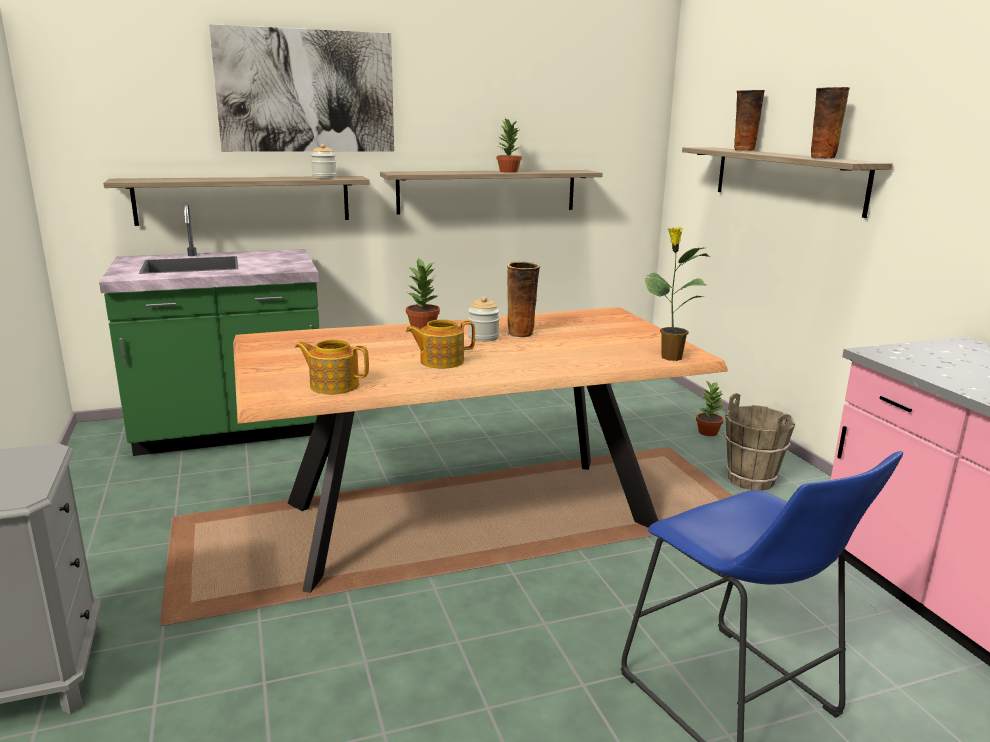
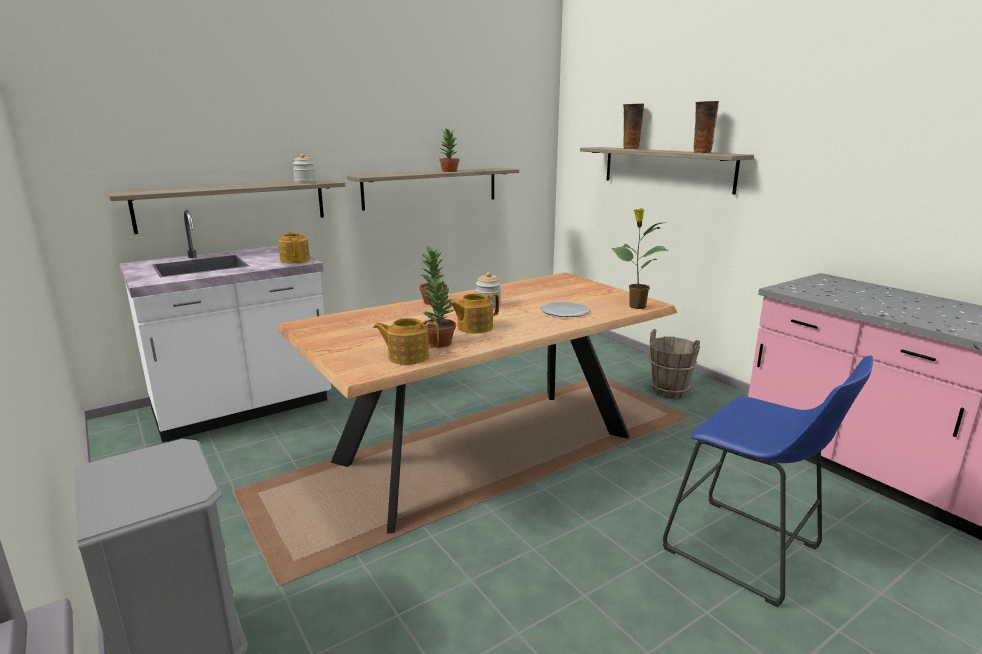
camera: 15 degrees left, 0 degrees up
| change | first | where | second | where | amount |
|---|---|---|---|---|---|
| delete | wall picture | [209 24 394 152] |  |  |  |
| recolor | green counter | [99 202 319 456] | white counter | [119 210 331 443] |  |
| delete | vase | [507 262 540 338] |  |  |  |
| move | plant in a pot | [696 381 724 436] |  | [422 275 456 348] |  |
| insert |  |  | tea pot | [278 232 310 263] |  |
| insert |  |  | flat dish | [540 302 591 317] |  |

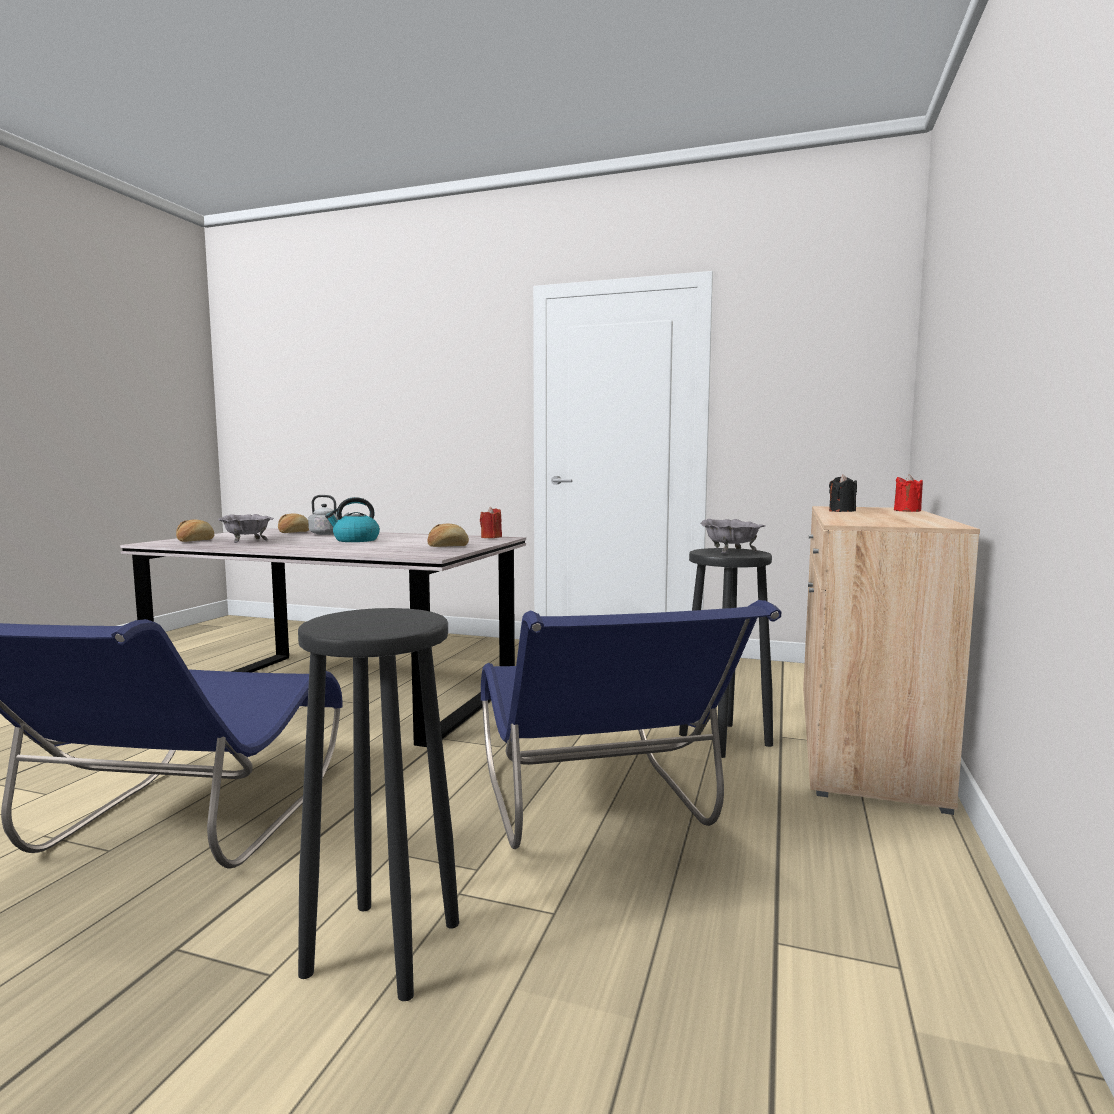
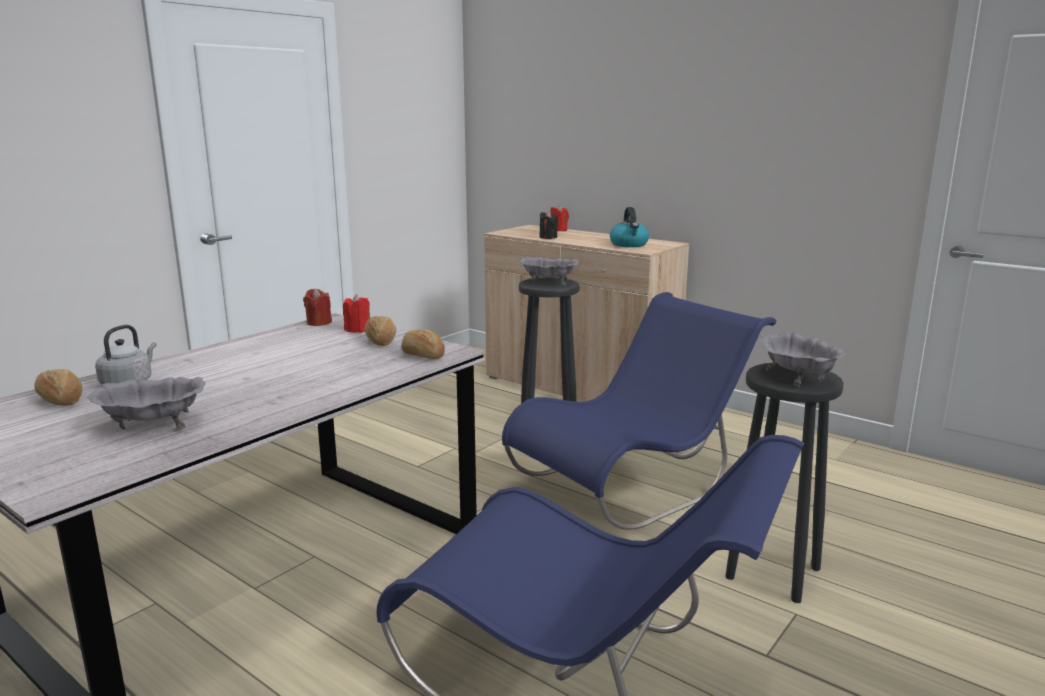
camera: 70 degrees left, 10 degrees up
| change | first | where | second | where | amount |
|---|---|---|---|---|---|
| move | tea kettle | [325 497 380 542] |  | [610 207 649 247] |  |
| move | bakery bread | [176 519 214 542] |  | [401 329 445 359] |  |
| rotate | blue upright chair | [481 600 781 849] |  | [502 292 776 530] | 45 degrees counterclockwise |
| insert |  |  | reddish wax candle | [343 294 370 333] |  |
| insert |  |  | gray serving bowl | [760 332 846 387] |  |

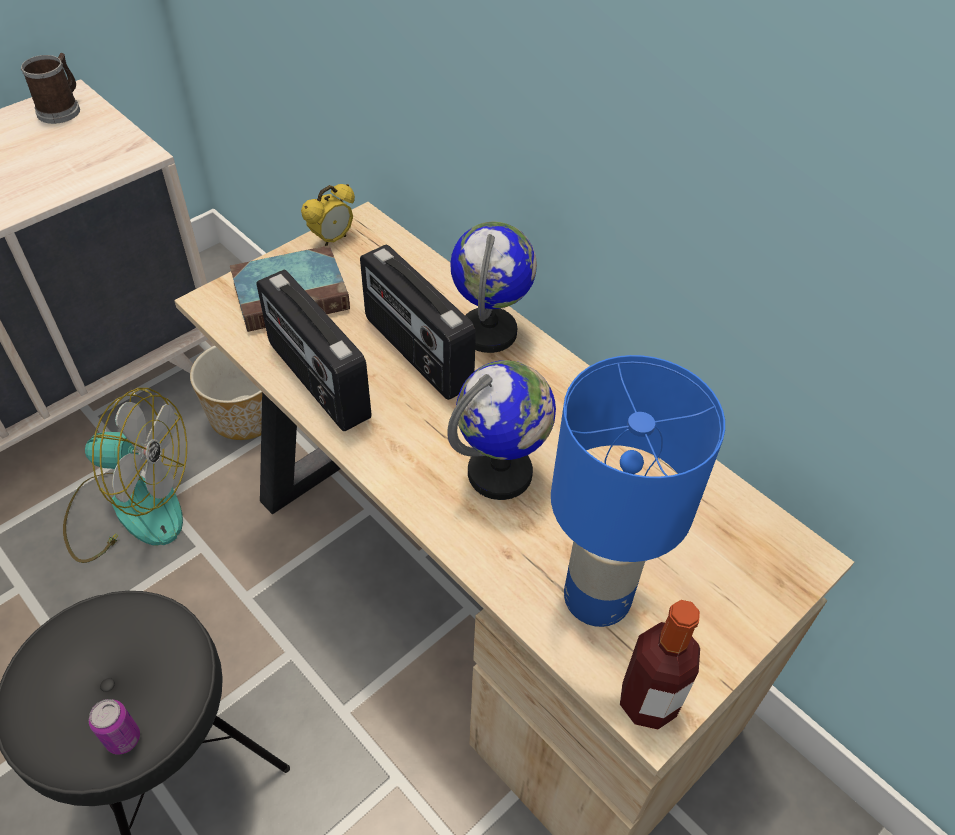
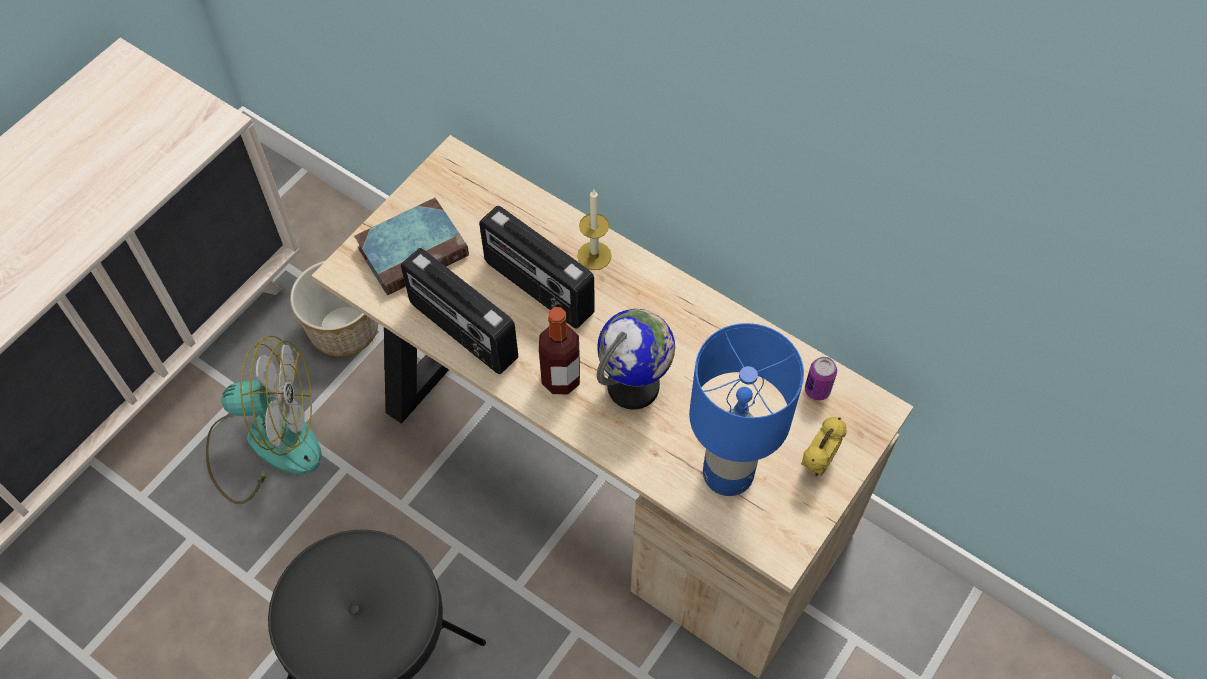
camera: 10 degrees left, 10 degrees up
| change | first | where | second | where | amount |
|---|---|---|---|---|---|
| delete | coffee mug | [21 53 80 124] |  |  |  |
| move | alarm clock | [301 184 355 246] |  | [801 417 847 476] |  |
| replace | desk globe | [450 221 537 353] | wax candle | [577 190 612 270] |  |
| move | drink bottle | [620 600 700 729] |  | [539 307 580 394] |  |
| move | can | [89 699 140 755] |  | [805 357 837 400] |  |

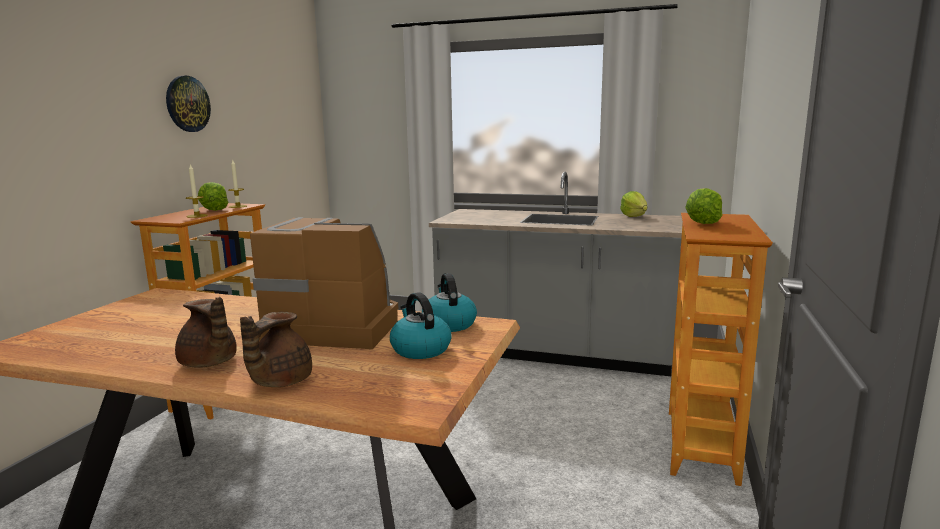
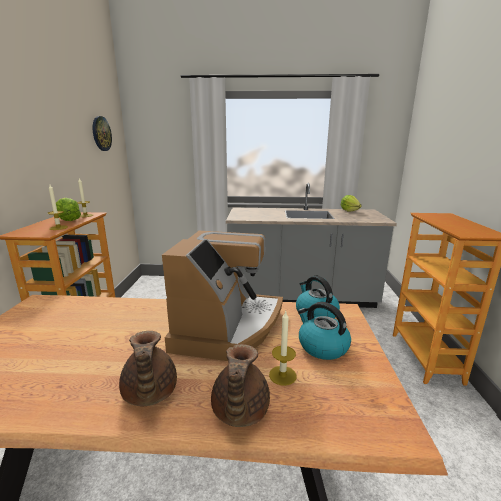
camera: 15 degrees left, 5 degrees up
| change | first | where | second | where | amount |
|---|---|---|---|---|---|
| move | wall clock | [166 76 211 132] |  | [93 116 112 151] |  |
| delete | lettuce | [685 188 722 224] |  |  |  |
| rotate | coffee machine | [250 217 398 349] |  | [162 231 283 361] | 105 degrees clockwise |
| rotate | brown tea pot | [175 297 237 368] |  | [119 331 177 406] | 45 degrees clockwise |
| insert |  |  | wax candle | [269 311 296 386] |  |

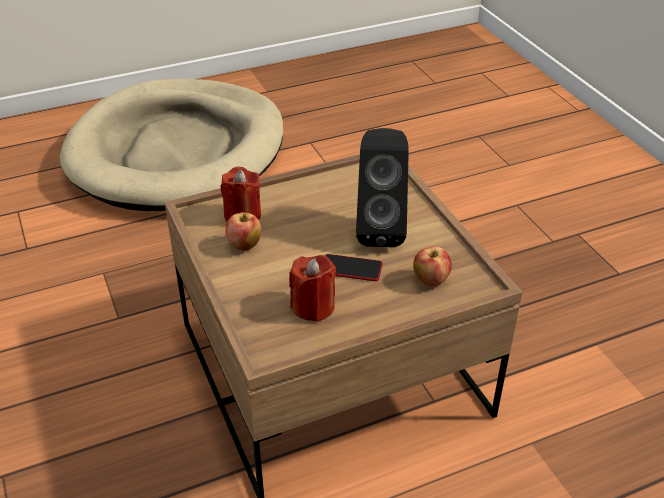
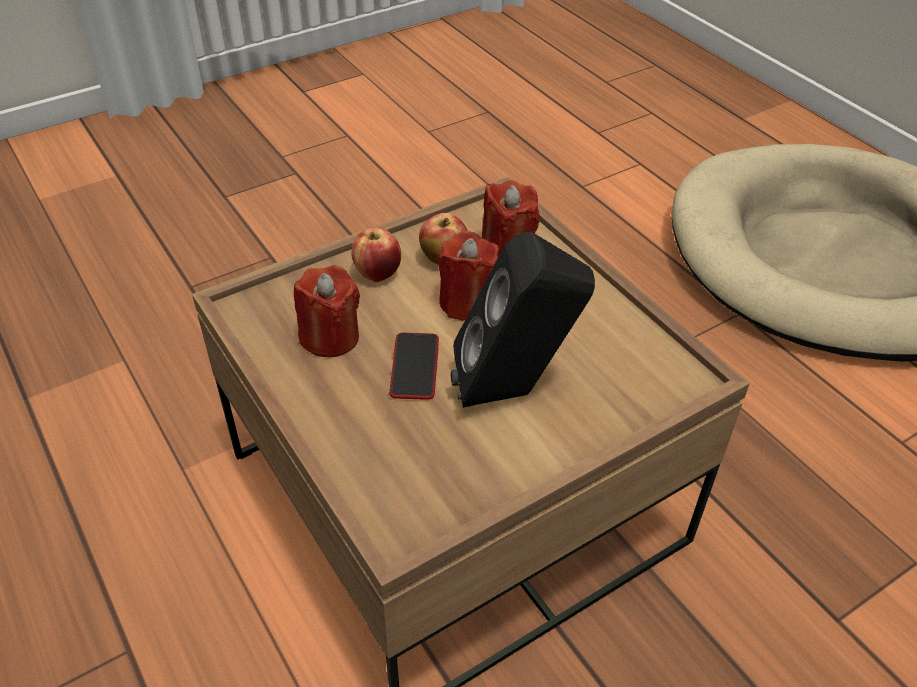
camera: 80 degrees right, 5 degrees up
| change | first | where | second | where | amount |
|---|---|---|---|---|---|
| move | apple | [413 246 452 287] |  | [351 227 401 282] |  |
| insert |  |  | reddish wax candle | [438 231 499 320] |  |

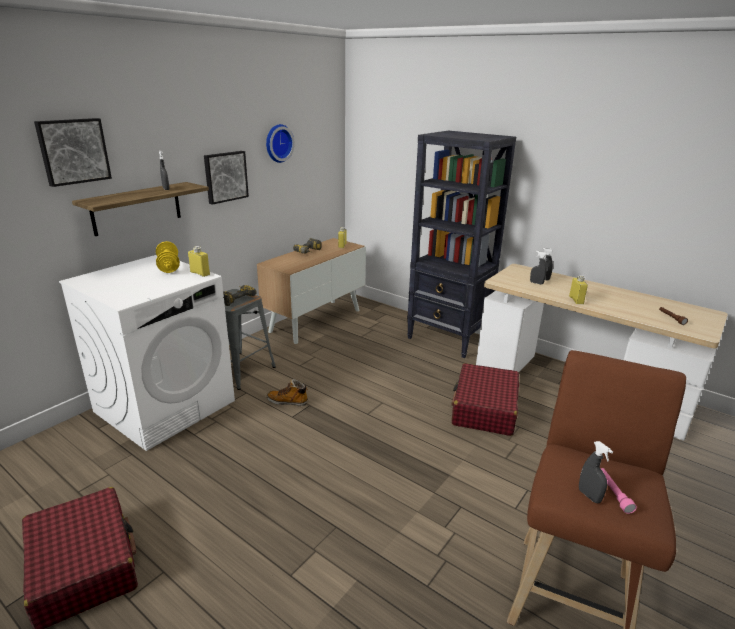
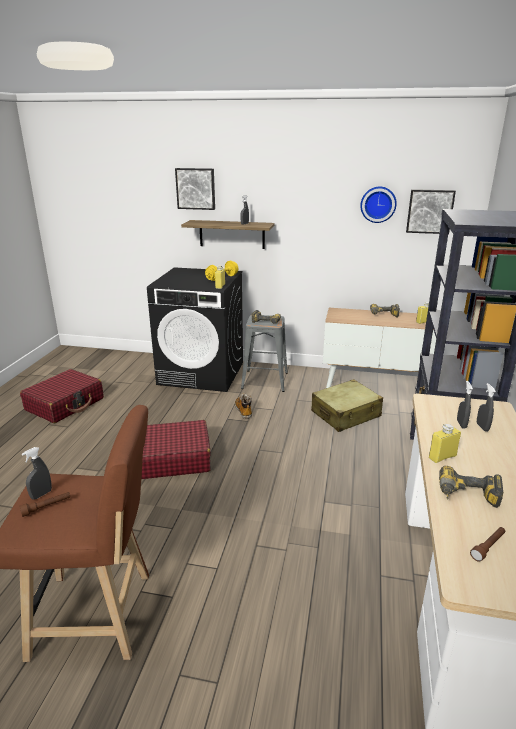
camera: 65 degrees right, 0 degrees up
| change | first | where | second | where | amount |
|---|---|---|---|---|---|
| move | wall picture | [204 151 249 205] |  | [406 189 456 234] |  |
| recolor | white laundry machine | [59 255 235 451] | blackish laundry machine | [147 267 243 392] |  |
| move | reddish suitcase | [451 363 519 436] |  | [141 420 210 479] |  |
| recolor | pink-coloured flashlight | [601 468 637 514] | brown flashlight | [19 492 70 517] |  |
| insert |  |  | beige suitcase | [311 379 383 432] |  |
| insert |  |  | drill | [439 466 503 508] |  |

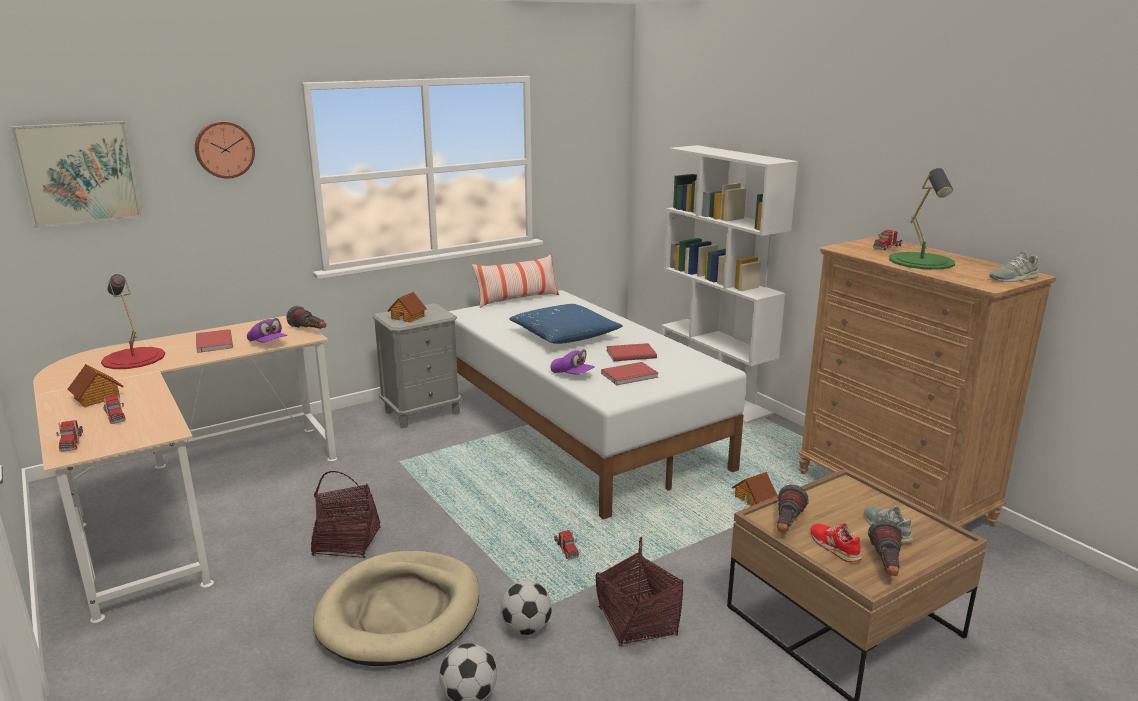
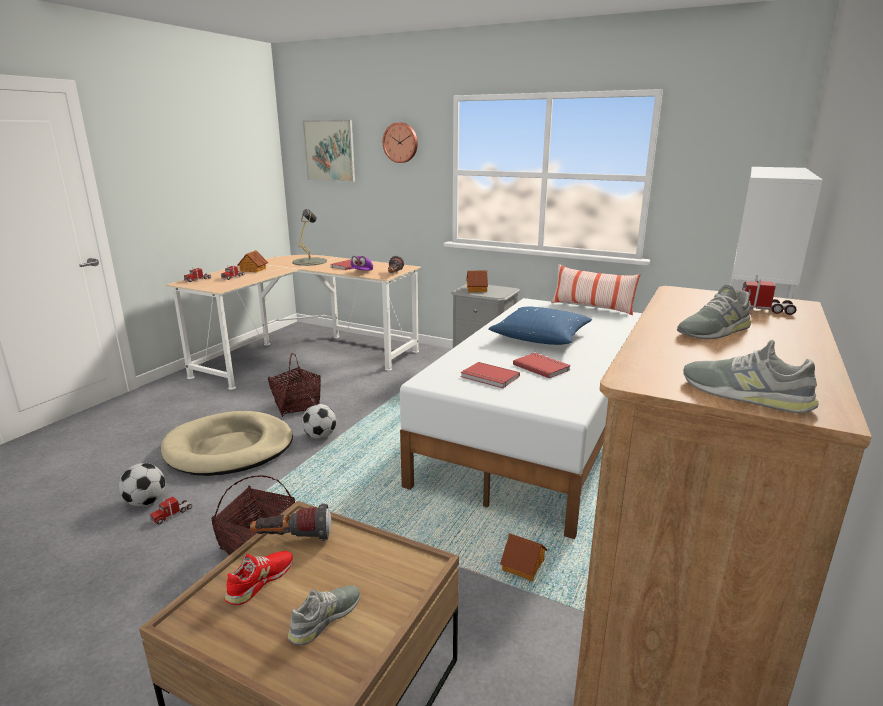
camera: 60 degrees right, 0 degrees up
| change | first | where | second | where | amount |
|---|---|---|---|---|---|
| replace | green table lamp | [889 168 955 270] | gray shoe | [677 284 751 339] |  |
| recolor | reddish table lamp | [101 274 165 369] | gray table lamp | [292 209 327 266] |  |
| delete | purple peaked cap | [550 349 595 375] |  |  |  |
| delete | flashlight | [868 520 903 576] |  |  |  |
| move | toy truck | [554 530 579 560] |  | [150 496 192 525] |  |
| move | football | [501 580 552 635] |  | [302 404 336 439] |  |

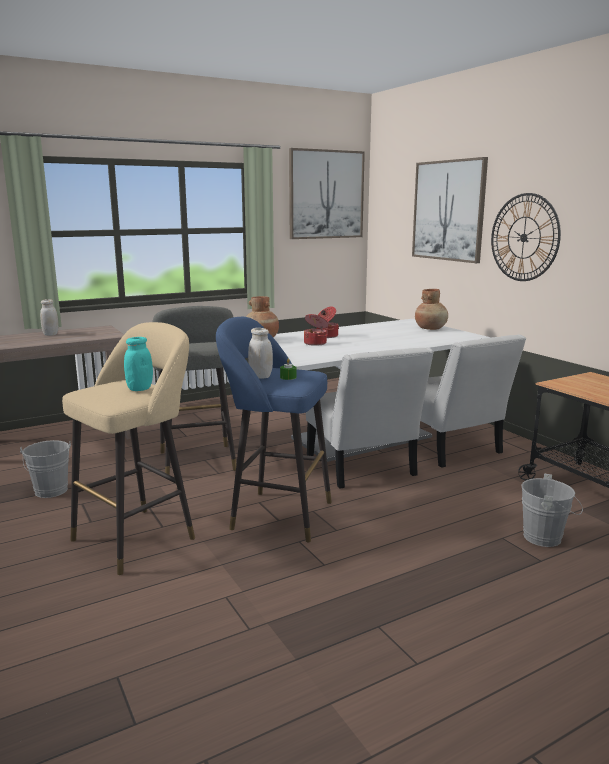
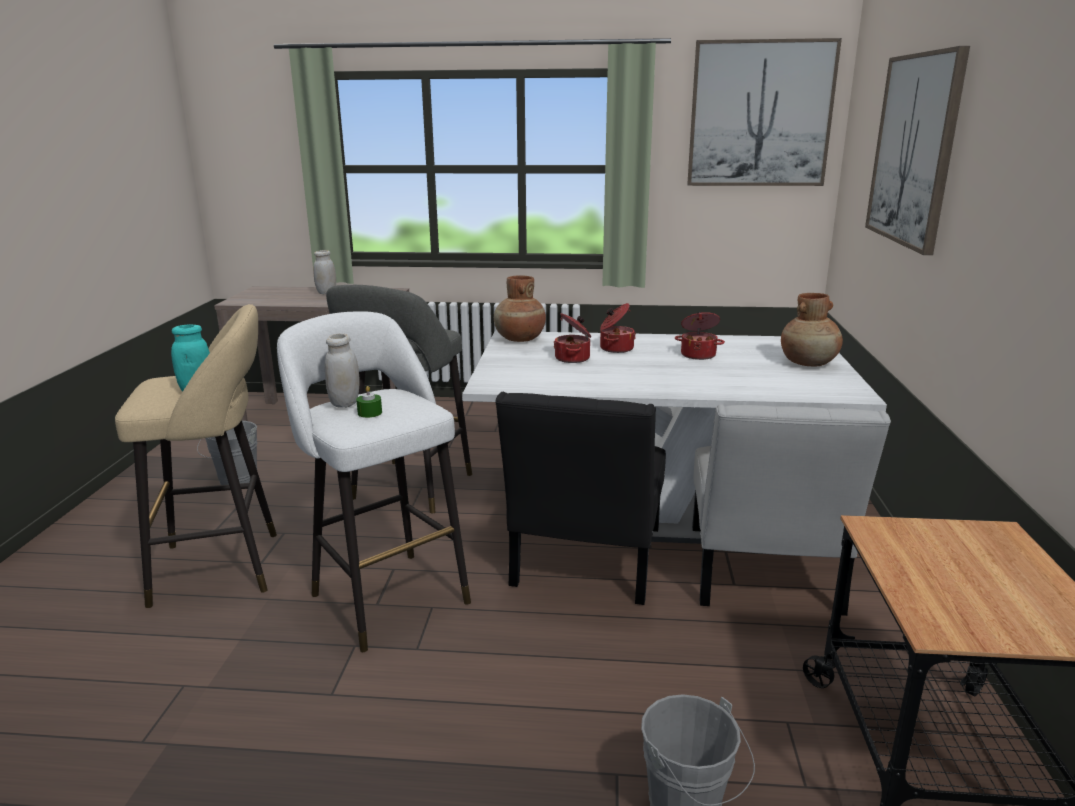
camera: 35 degrees right, 5 degrees up
| change | first | where | second | where | amount |
|---|---|---|---|---|---|
| delete | wall clock | [491 193 561 281] |  |  |  |
| recolor | blue stool | [216 317 332 542] | white stool | [277 311 471 652] |  |
| recolor | white upright chair | [306 347 434 489] | blackish upright chair | [495 392 666 605] |  |
| insert |  |  | saucepot | [675 312 725 360] |  |

